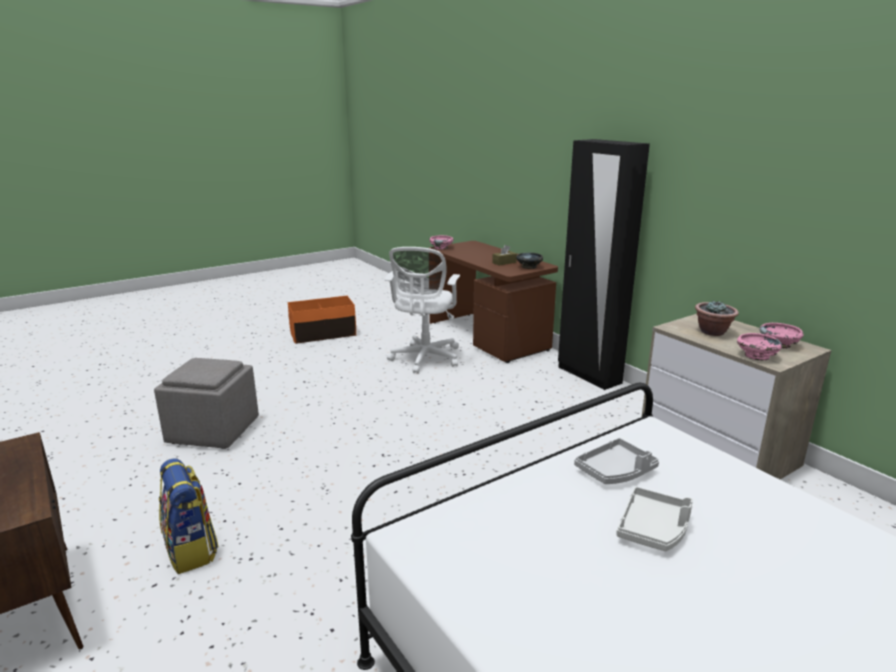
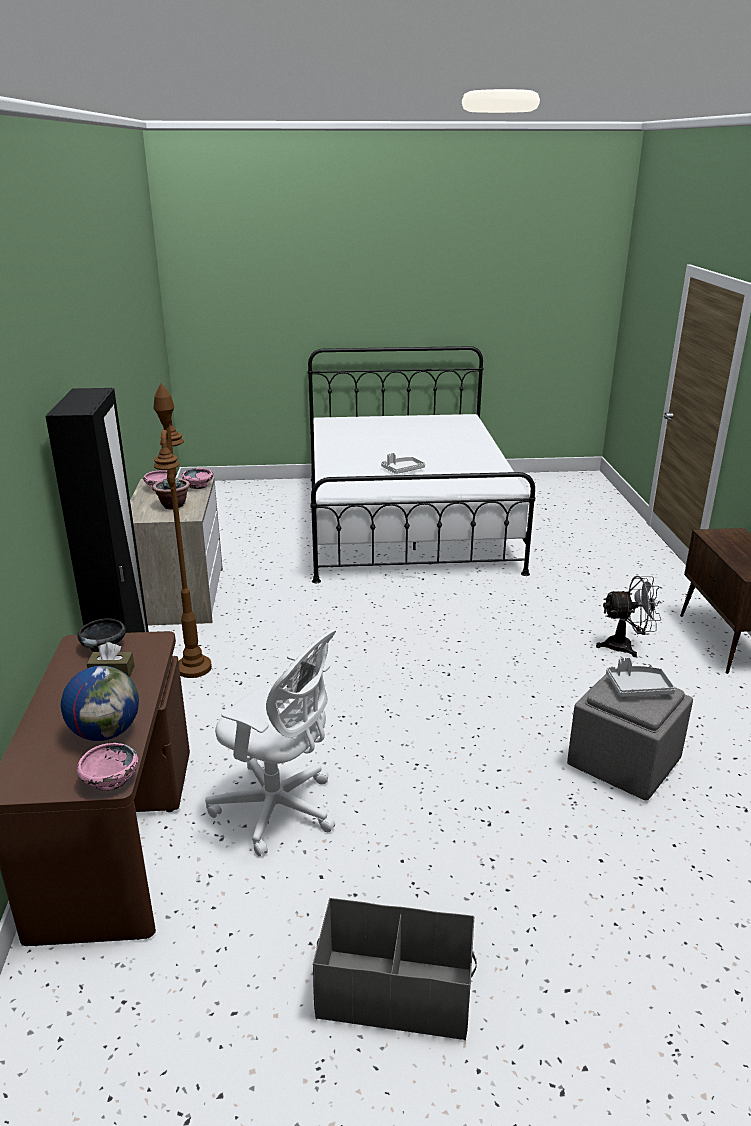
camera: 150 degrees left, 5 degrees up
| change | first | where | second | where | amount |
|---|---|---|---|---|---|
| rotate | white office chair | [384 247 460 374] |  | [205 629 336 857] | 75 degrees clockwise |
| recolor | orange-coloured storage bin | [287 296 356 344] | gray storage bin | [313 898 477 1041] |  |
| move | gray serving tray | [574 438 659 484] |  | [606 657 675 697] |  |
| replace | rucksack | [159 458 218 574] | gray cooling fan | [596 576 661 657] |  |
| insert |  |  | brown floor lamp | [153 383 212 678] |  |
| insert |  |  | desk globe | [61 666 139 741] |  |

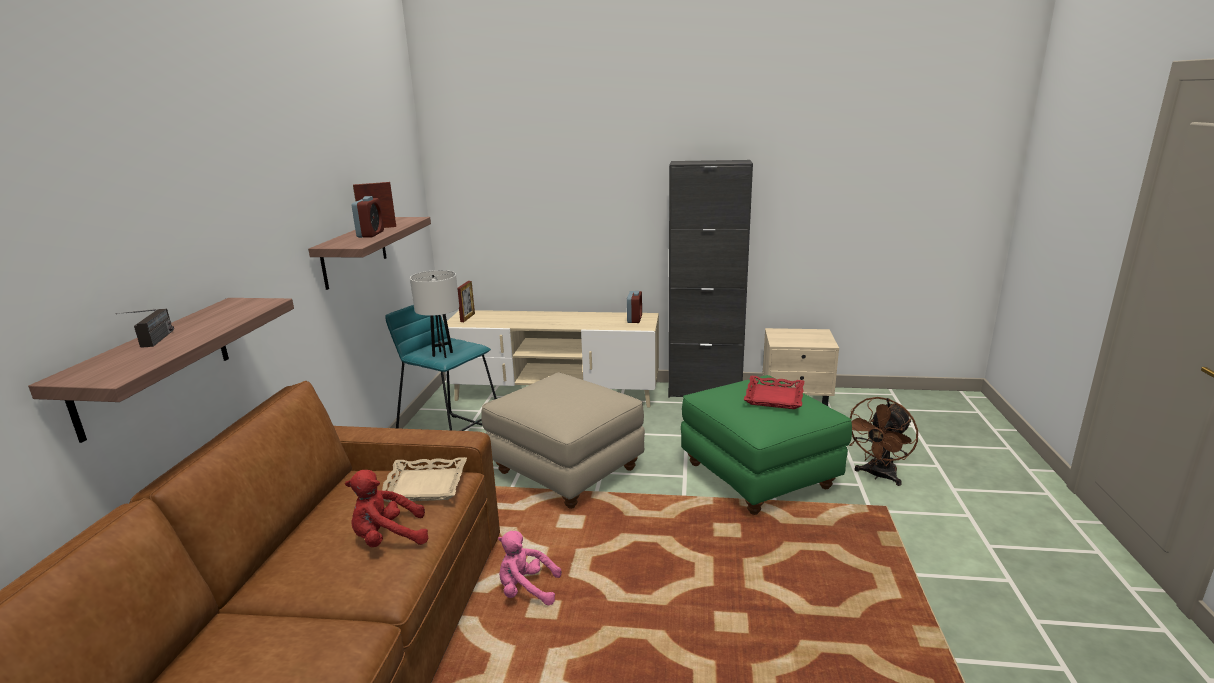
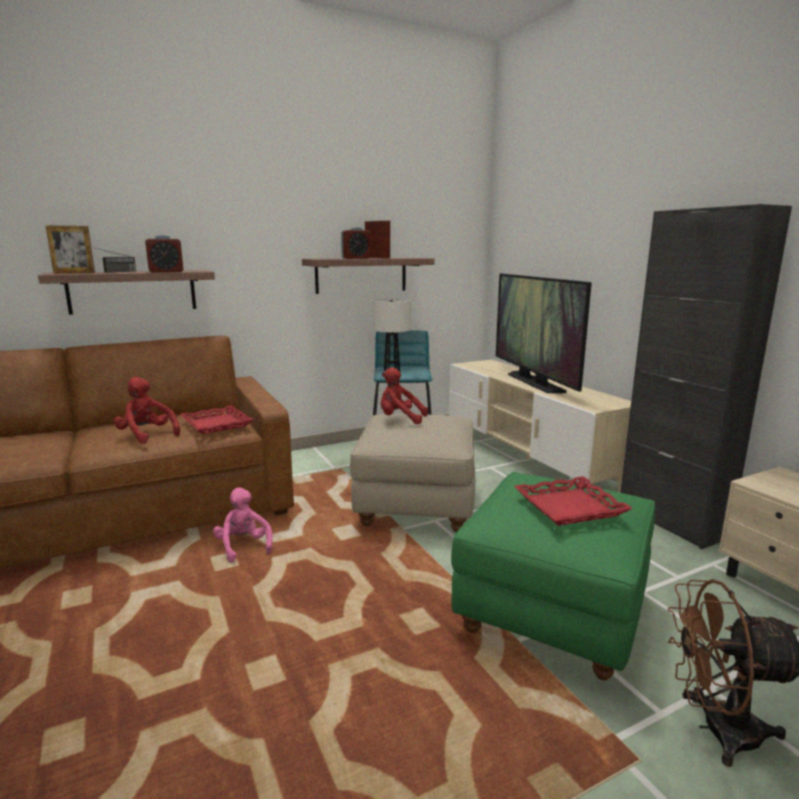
camera: 55 degrees right, 5 degrees down
| change | first | where | second | where | amount |
|---|---|---|---|---|---|
| move | picture frame | [457 281 475 322] |  | [46 225 95 274] |  |
| move | alarm clock | [627 291 642 323] |  | [145 235 183 272] |  |
| recolor | beige serving tray | [382 457 467 502] | reddish serving tray | [180 405 254 435] |  |
| insert |  |  | TV set | [496 274 592 393] |  |
| insert |  |  | reddish cuddly toy | [381 367 428 424] |  |

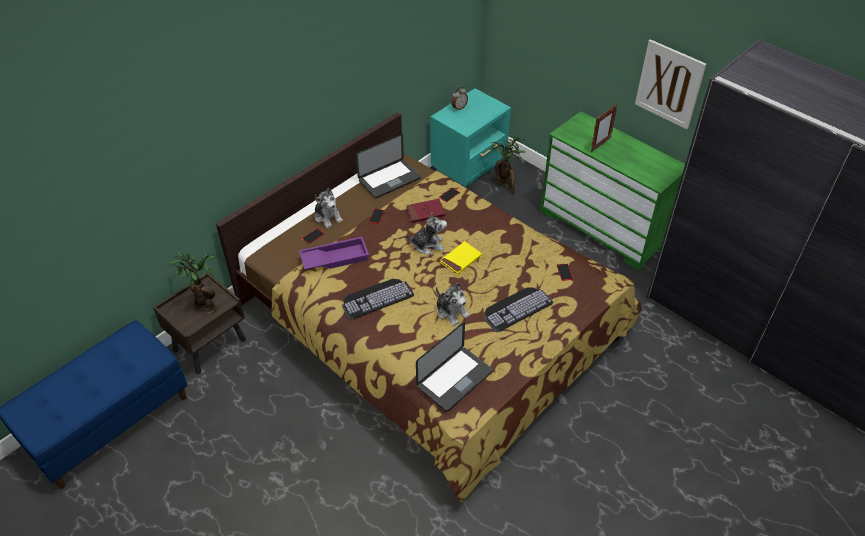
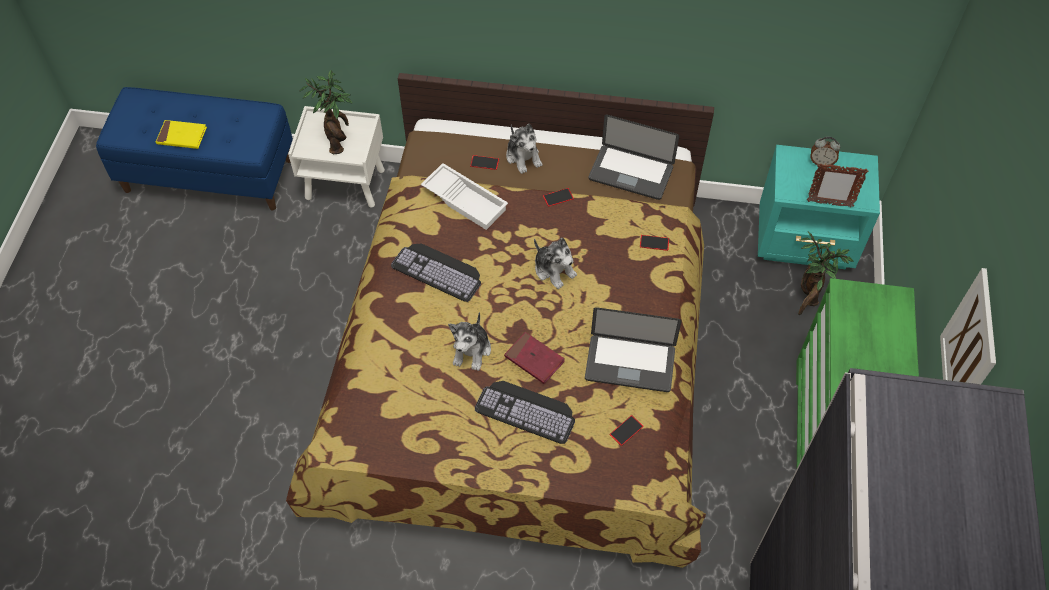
camera: 55 degrees right, 10 degrees up
| change | first | where | second | where | amount |
|---|---|---|---|---|---|
| move | picture frame | [591 104 618 152] |  | [807 163 868 207] |  |
| rotate | cuddly toy | [315 188 343 229] |  | [506 123 542 174] | 45 degrees counterclockwise |
| move | reddish book | [406 199 445 223] |  | [504 332 565 384] |  |
| recolor | purple serving tray | [299 237 369 270] | white serving tray | [421 163 508 230] |  |
| move | yellowish book | [440 241 482 275] |  | [156 120 207 149] |  |
| recolor | brown night table | [153 272 246 374] | white night table | [288 106 385 208] |  |
| move | notebook computer | [416 322 493 411] |  | [585 307 682 392] |  |

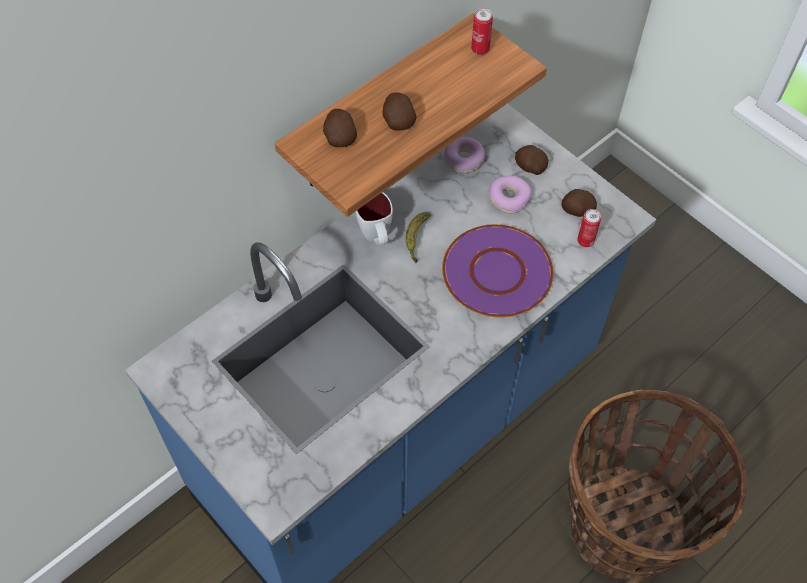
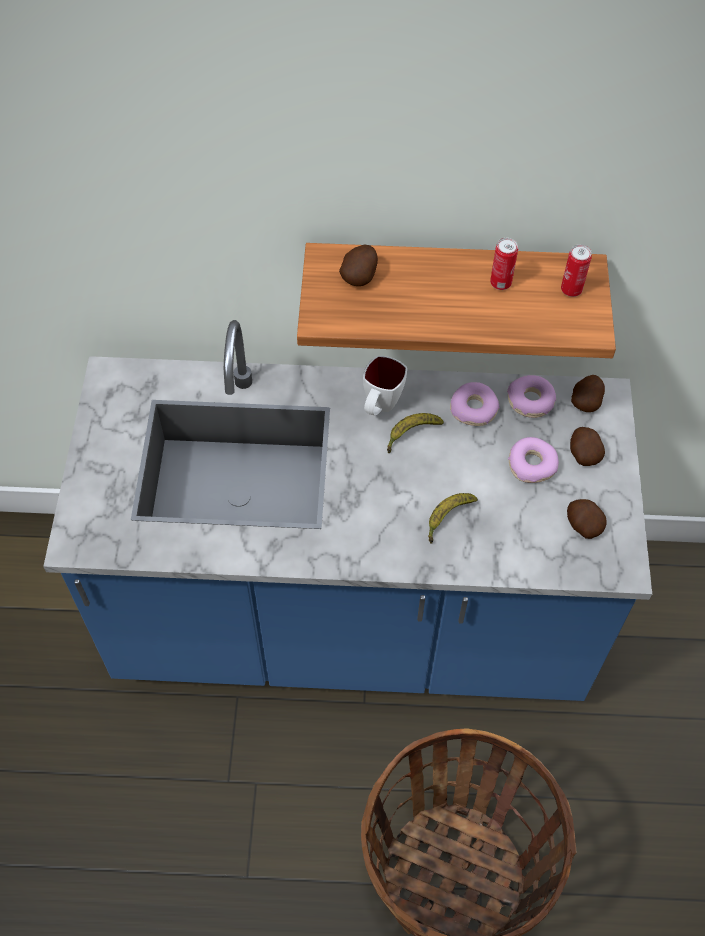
camera: 45 degrees right, 0 degrees up
| change | first | where | second | where | amount |
|---|---|---|---|---|---|
| move | spud | [382 92 416 131] |  | [571 375 605 412] |  |
| move | can | [577 209 601 247] |  | [490 238 518 290] |  |
| replace | purple flat dish | [442 224 554 318] | whole banana | [428 493 478 544] |  |
| insert |  |  | ring doughnut | [450 382 499 426] |  |

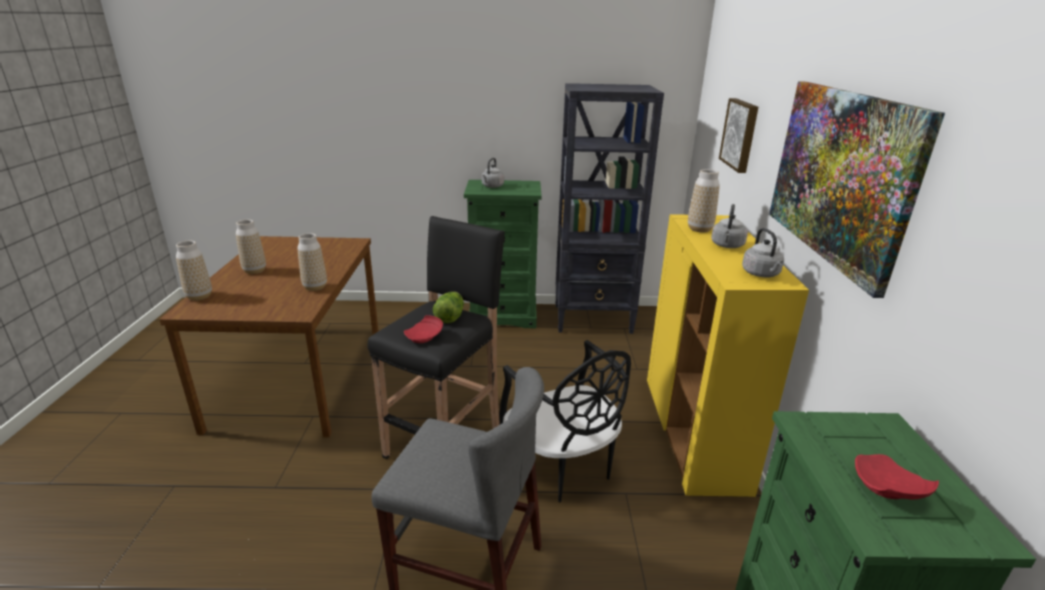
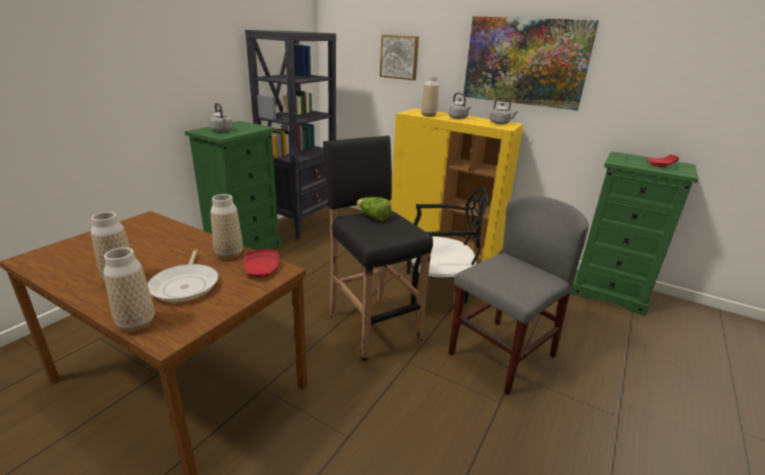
camera: 60 degrees left, 0 degrees up
| change | first | where | second | where | amount |
|---|---|---|---|---|---|
| move | reddish flat dish | [404 315 443 343] |  | [244 249 279 278] |  |
| insert |  |  | skillet | [147 249 218 302] |  |

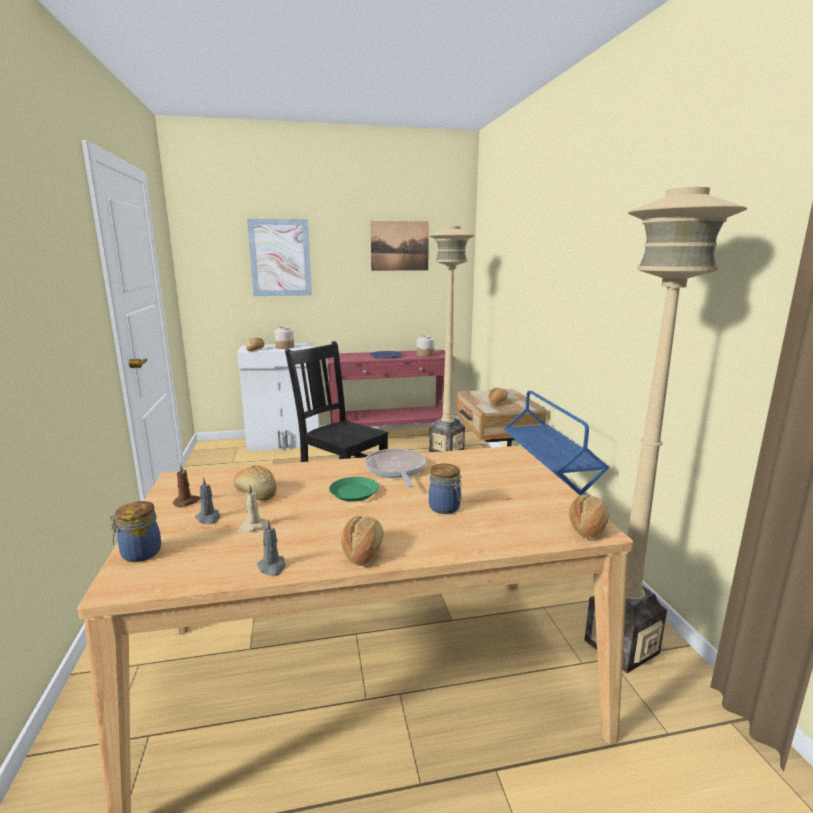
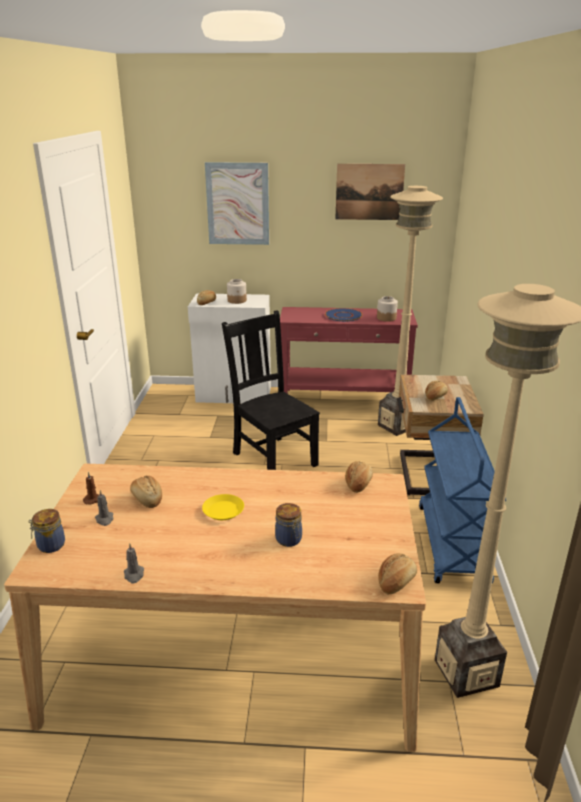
camera: 15 degrees right, 10 degrees up
| change | first | where | second | where | amount |
|---|---|---|---|---|---|
| delete | skillet | [364 449 426 488] |  |  |  |
| recolor | green flat dish | [329 477 379 502] | yellowish flat dish | [202 494 244 520] |  |
| delete | beige wax candle | [238 484 267 533] |  |  |  |
| move | bakery bread | [341 516 383 566] |  | [345 461 373 493] |  |

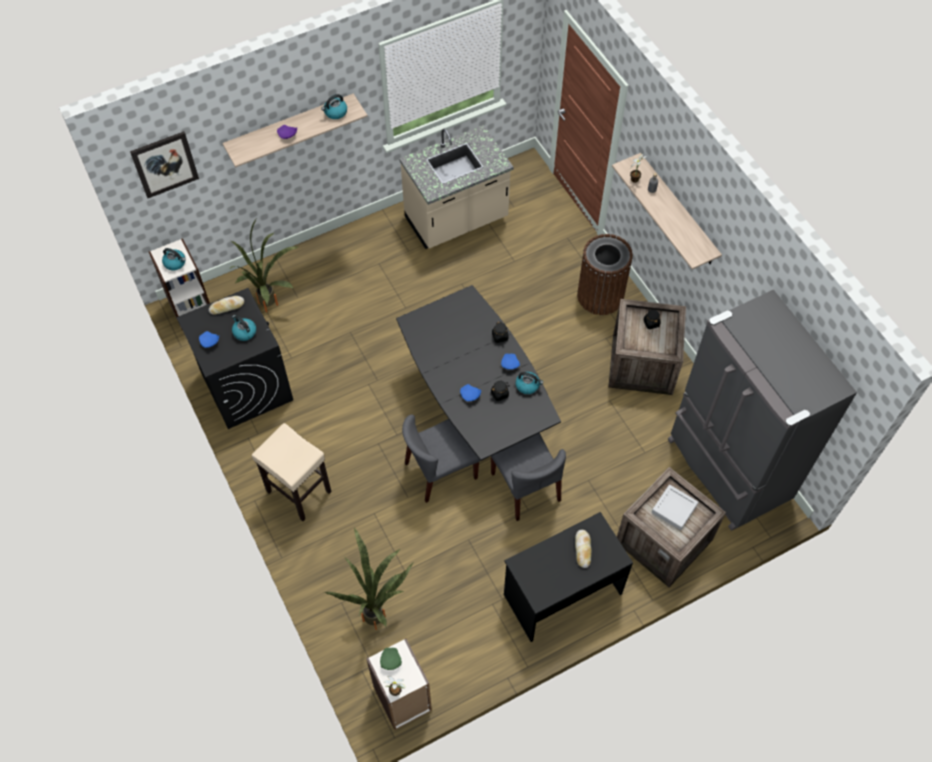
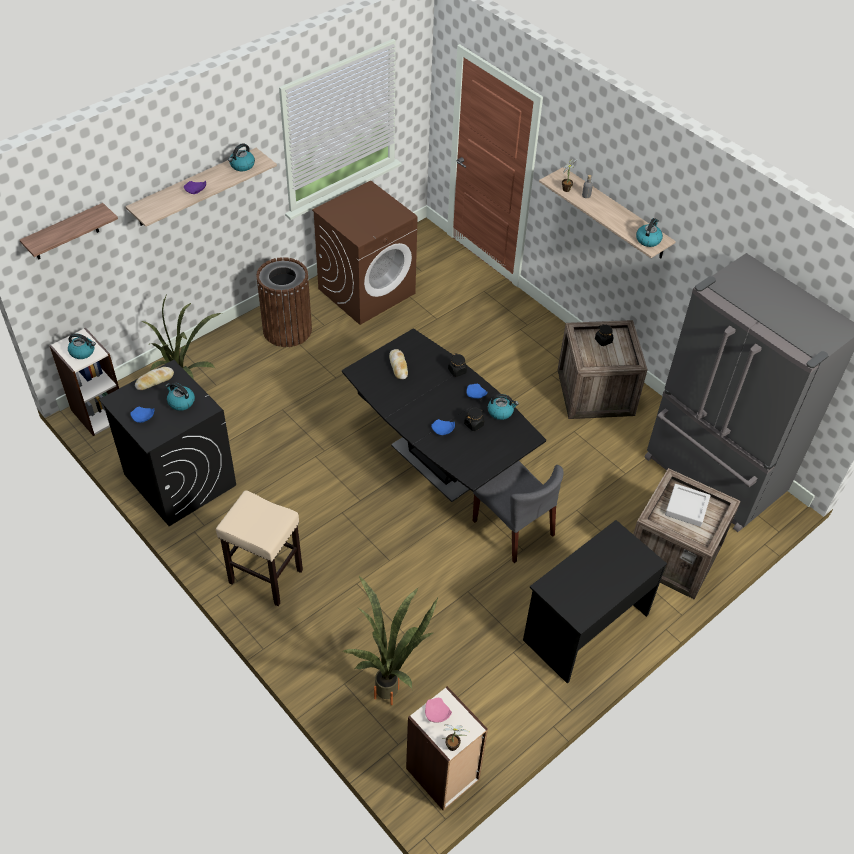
camera: 15 degrees left, 10 degrees down
| change | first | where | second | where | amount |
|---|---|---|---|---|---|
| replace | beige counter | [399 125 514 249] | brown laundry machine | [312 181 418 325] |  |
| replace | wall picture | [130 131 199 198] | shelf | [20 203 118 260] |  |
| move | brown rubbish bin | [577 234 633 315] |  | [256 257 312 347] |  |
| delete | gray upright chair | [402 415 481 503] |  |  |  |
| move | bakery bread | [575 530 591 568] |  | [389 349 408 379] |  |
| recolor | green flat dish | [380 648 402 670] | pink-coloured flat dish | [425 698 452 723] |  |
| insert |  |  | tea kettle | [636 218 663 247] |  |

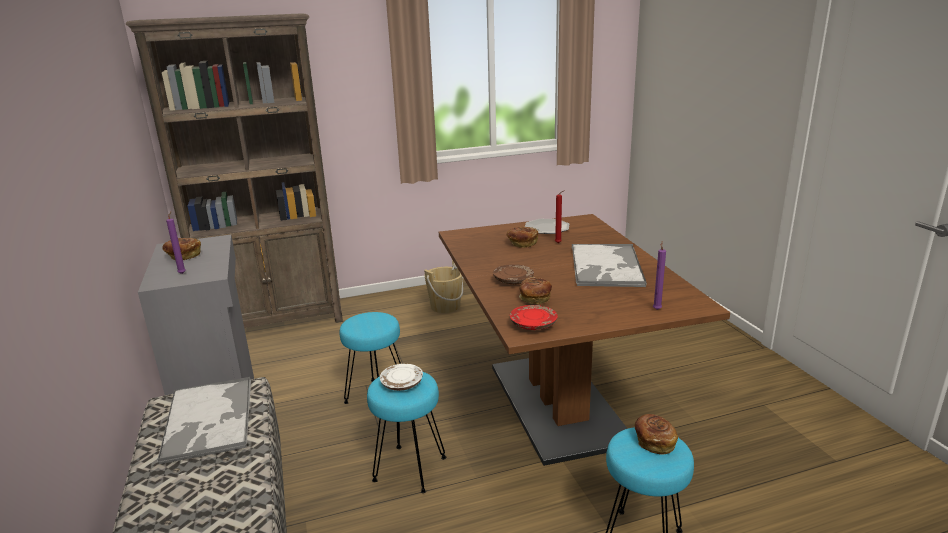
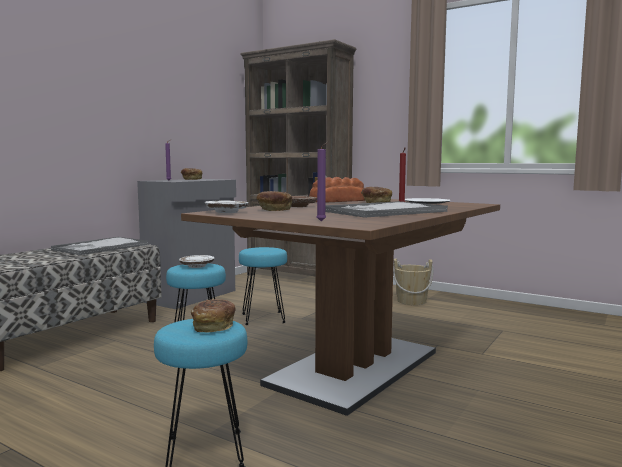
camera: 50 degrees right, 15 degrees down
| change | first | where | second | where | amount |
|---|---|---|---|---|---|
| recolor | reddish flat dish | [510 305 558 330] | white flat dish | [205 201 248 213] |  |
| insert |  |  | bakery bread | [309 177 365 203] |  |

